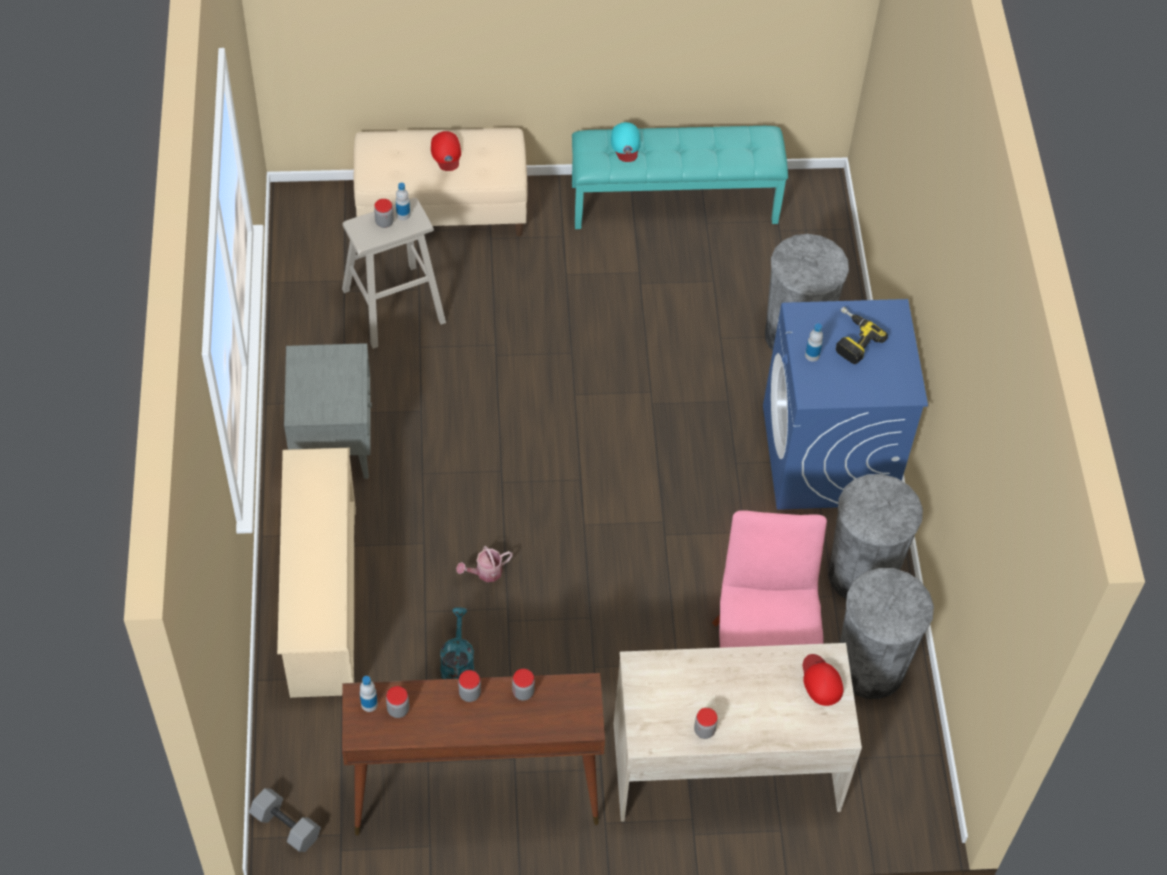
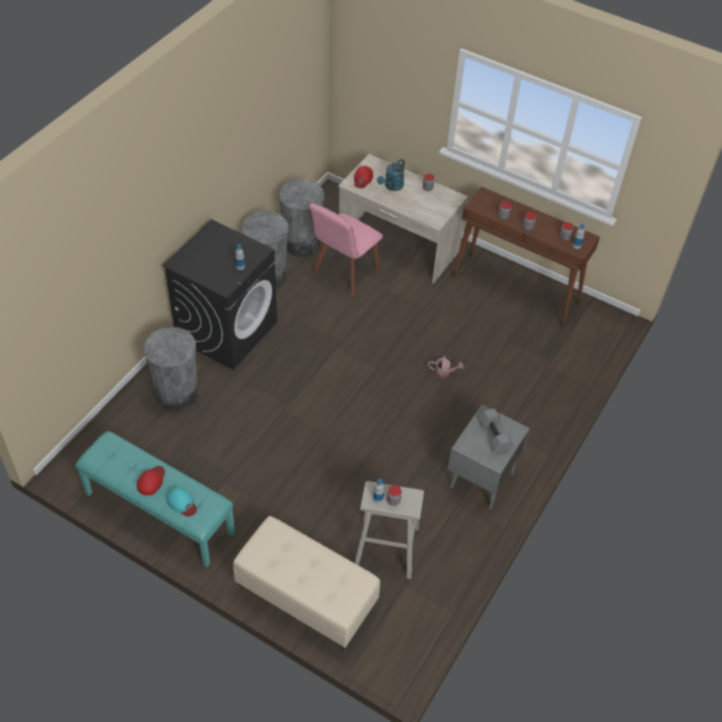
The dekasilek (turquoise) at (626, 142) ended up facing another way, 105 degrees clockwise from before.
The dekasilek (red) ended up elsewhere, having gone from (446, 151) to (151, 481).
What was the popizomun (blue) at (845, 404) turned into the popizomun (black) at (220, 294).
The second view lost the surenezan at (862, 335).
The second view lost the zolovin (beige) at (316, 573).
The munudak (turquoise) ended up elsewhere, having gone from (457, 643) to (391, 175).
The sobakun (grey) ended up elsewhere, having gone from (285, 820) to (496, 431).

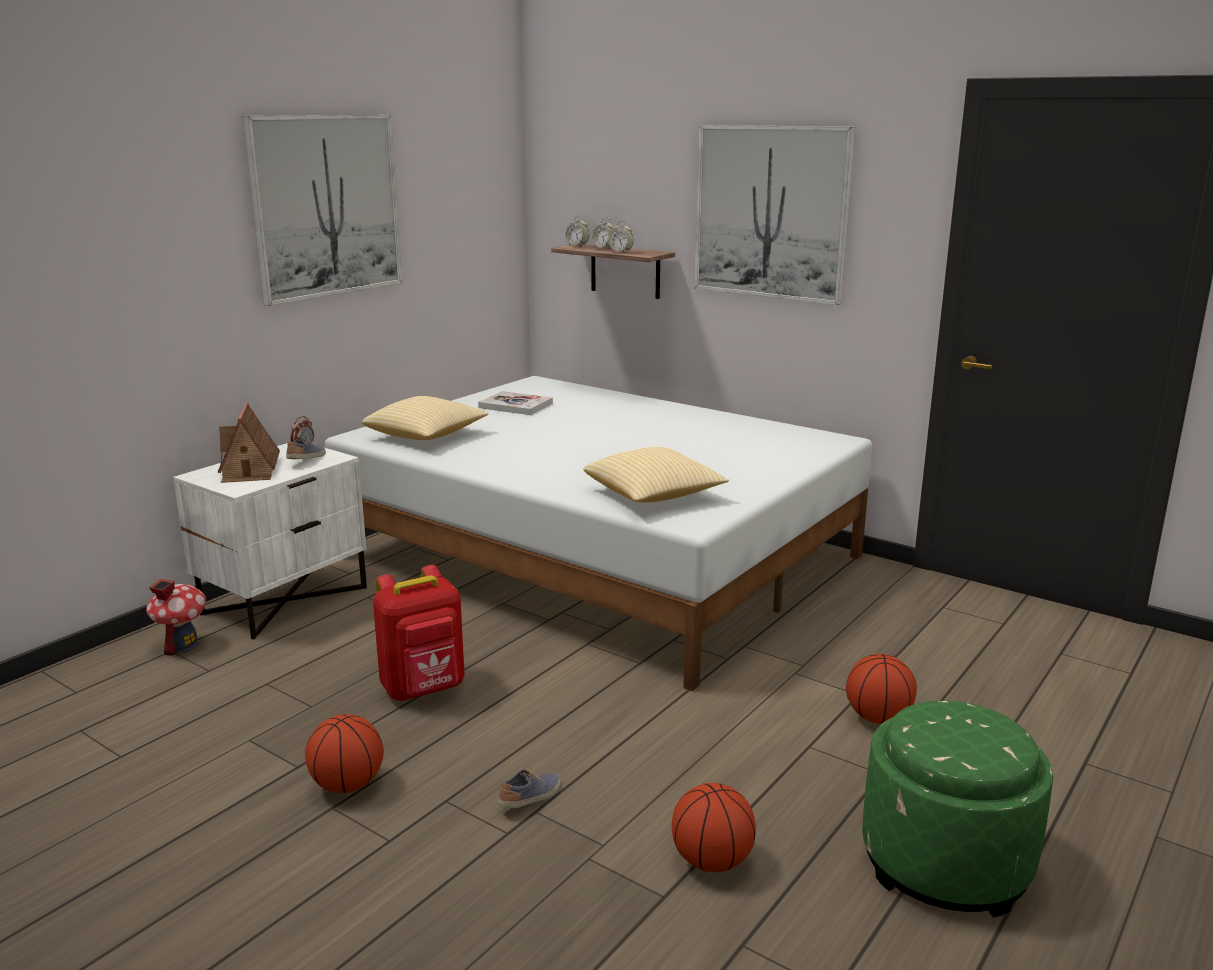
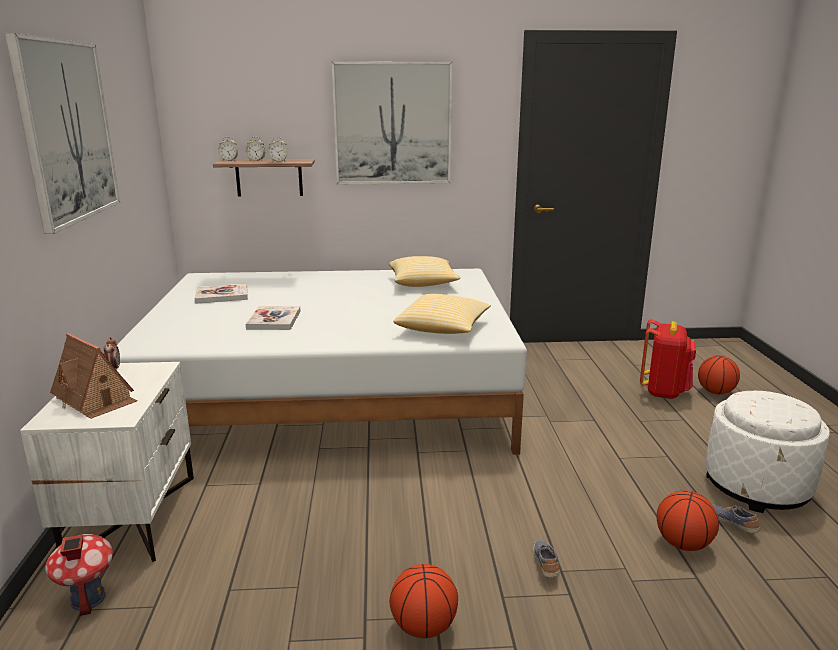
The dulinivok ended up elsewhere, having gone from (425, 418) to (424, 271).
The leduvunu ended up elsewhere, having gone from (306, 448) to (736, 518).
The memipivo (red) ended up elsewhere, having gone from (418, 633) to (668, 359).
The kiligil ended up elsewhere, having gone from (881, 689) to (719, 374).
What was the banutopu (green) at (957, 809) turned into the banutopu (white) at (768, 452).
The second view gained the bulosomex at (273, 318).

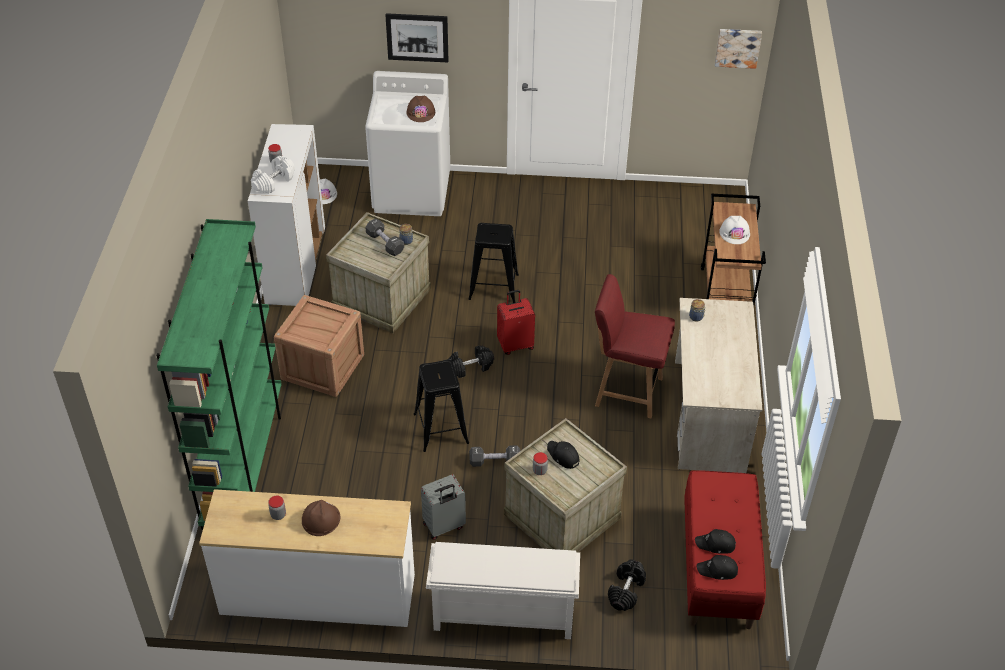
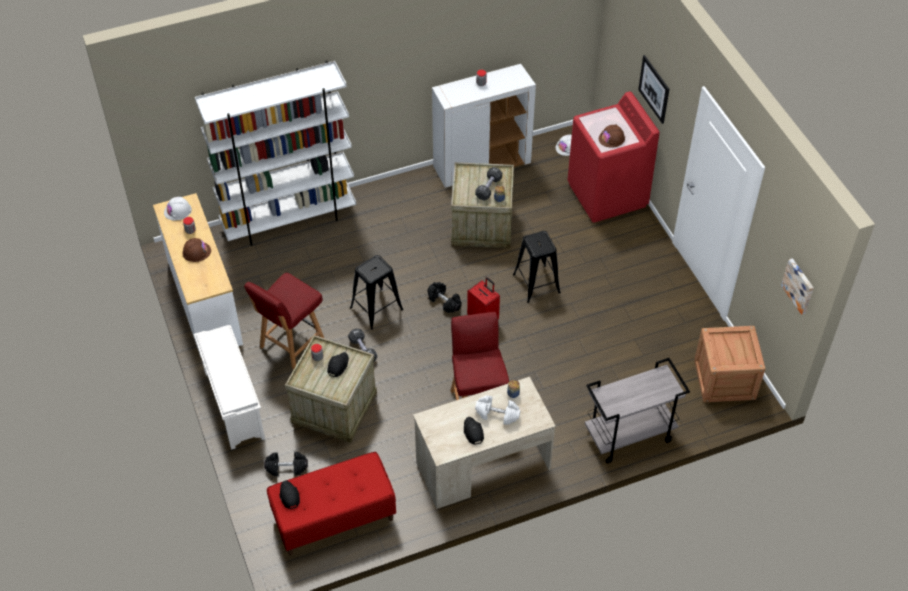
What was the popizomun (white) at (407, 143) turned into the popizomun (red) at (613, 157).
The sobakun (white) ended up elsewhere, having gone from (273, 175) to (497, 410).
What was the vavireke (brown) at (733, 249) turned into the vavireke (grey) at (637, 411).
The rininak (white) ended up elsewhere, having gone from (734, 230) to (178, 209).
What was the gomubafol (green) at (219, 374) turned into the gomubafol (white) at (275, 153).
The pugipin ended up elsewhere, having gone from (319, 346) to (730, 364).
Where the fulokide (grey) stood at (443, 507), the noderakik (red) came to stand at (284, 321).
The dekasilek (black) ended up elsewhere, having gone from (715, 541) to (474, 431).

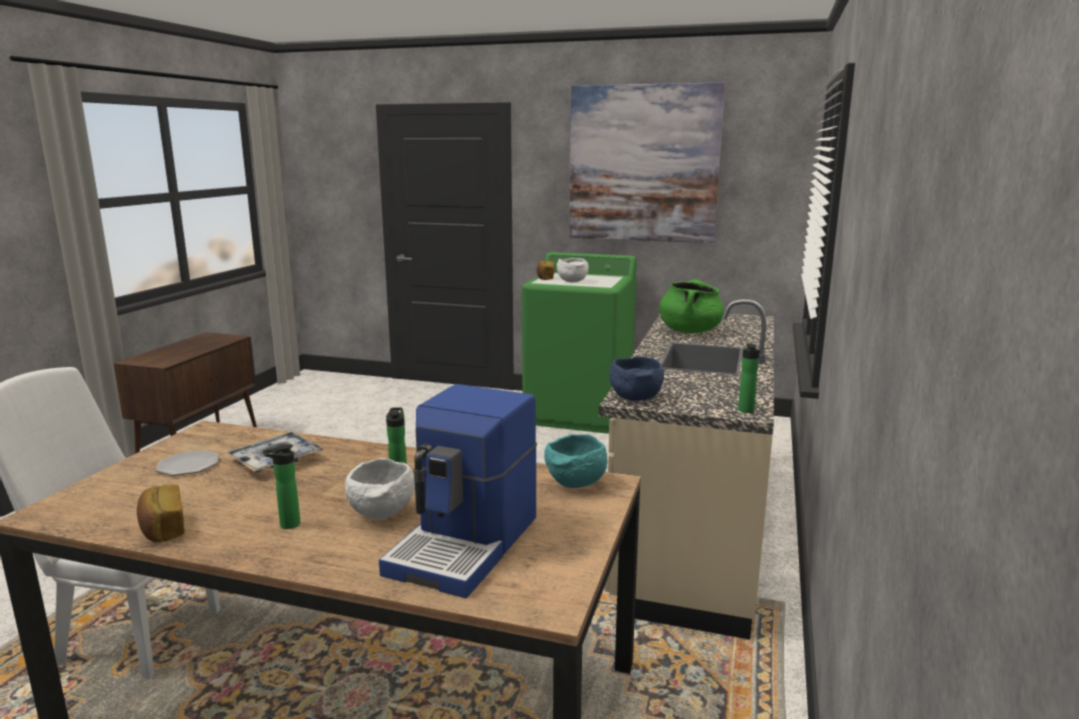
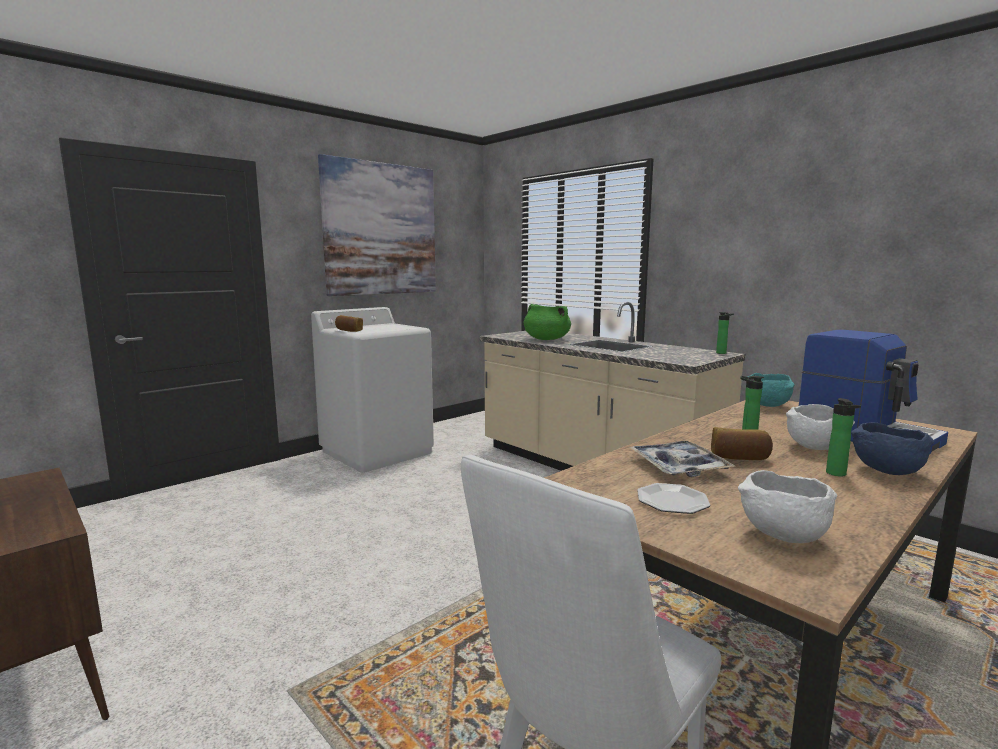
What was the popizomun (green) at (579, 343) turned into the popizomun (white) at (372, 390).
The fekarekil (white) ended up elsewhere, having gone from (573, 270) to (787, 506).
The fekarekil (blue) ended up elsewhere, having gone from (636, 378) to (892, 448).
The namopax ended up elsewhere, having gone from (161, 513) to (742, 443).

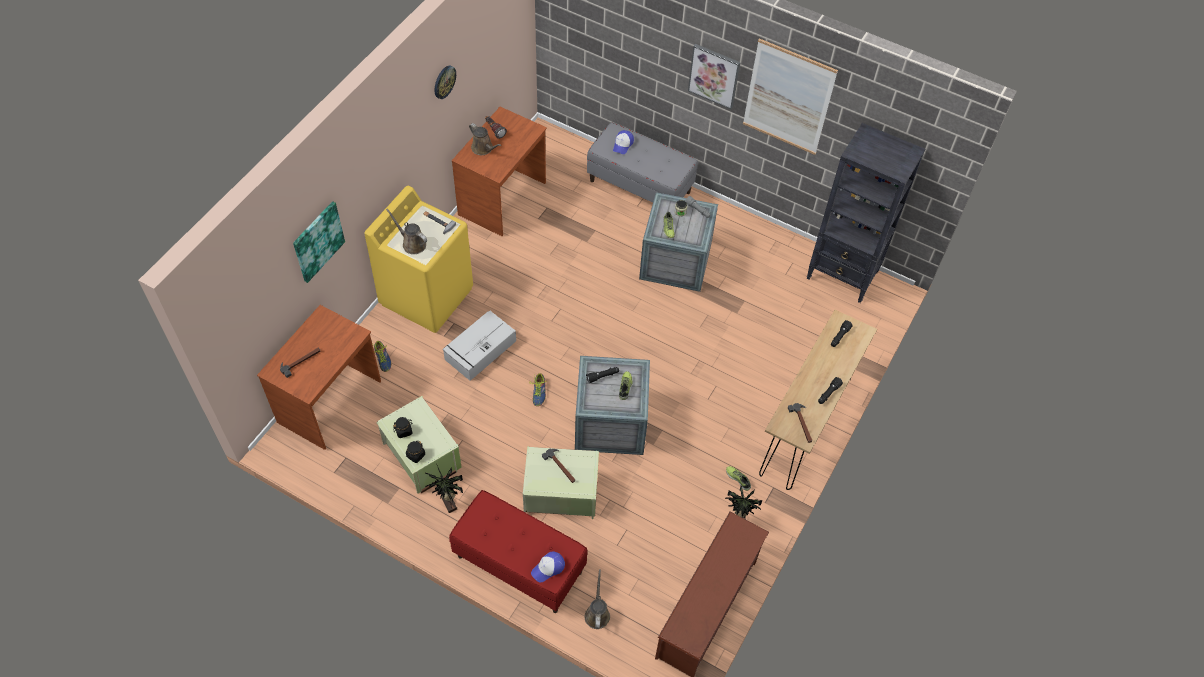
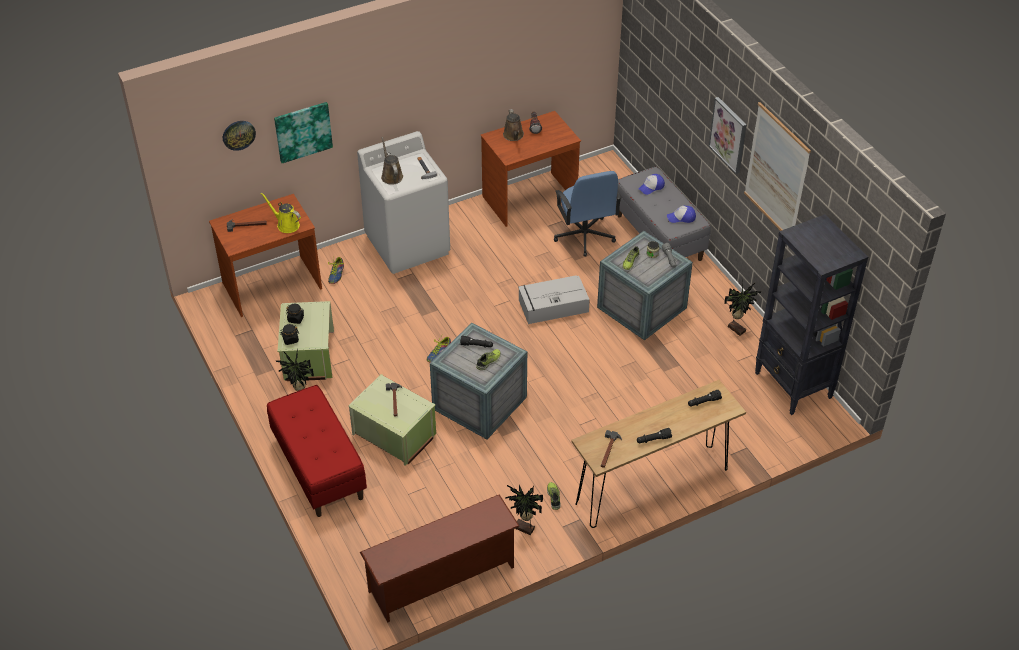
The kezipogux ended up elsewhere, having gone from (445, 82) to (239, 136).
What was the popizomun (yellow) at (418, 259) turned into the popizomun (white) at (403, 202).
The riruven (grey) ended up elsewhere, having gone from (479, 346) to (554, 299).
The dekasilek ended up elsewhere, having gone from (548, 567) to (681, 214).
The second view lost the munudak (brown) at (597, 599).
The second view gained the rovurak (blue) at (588, 214).
The second view gained the munudak (yellow) at (281, 212).
The second view gained the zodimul at (742, 307).

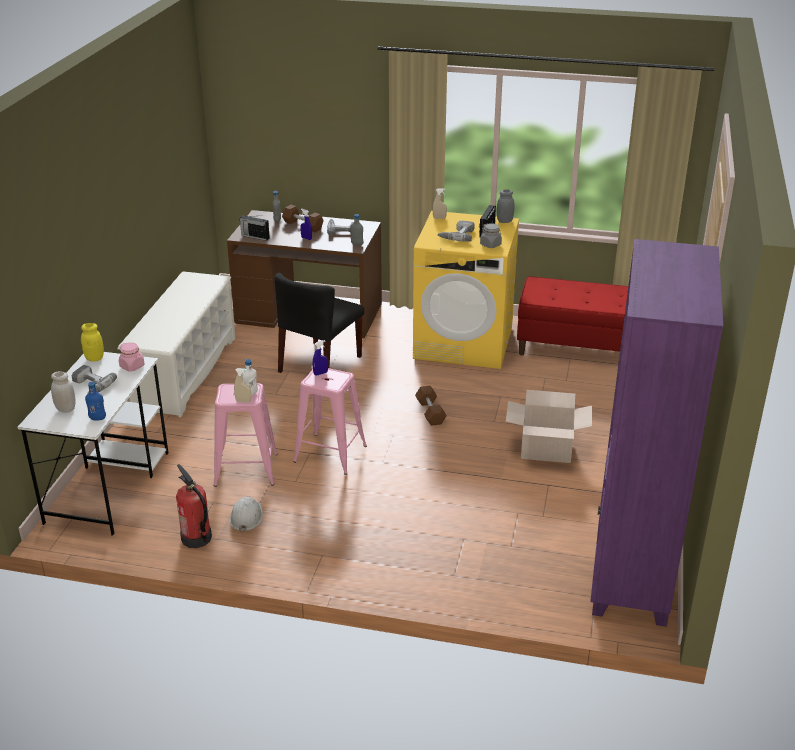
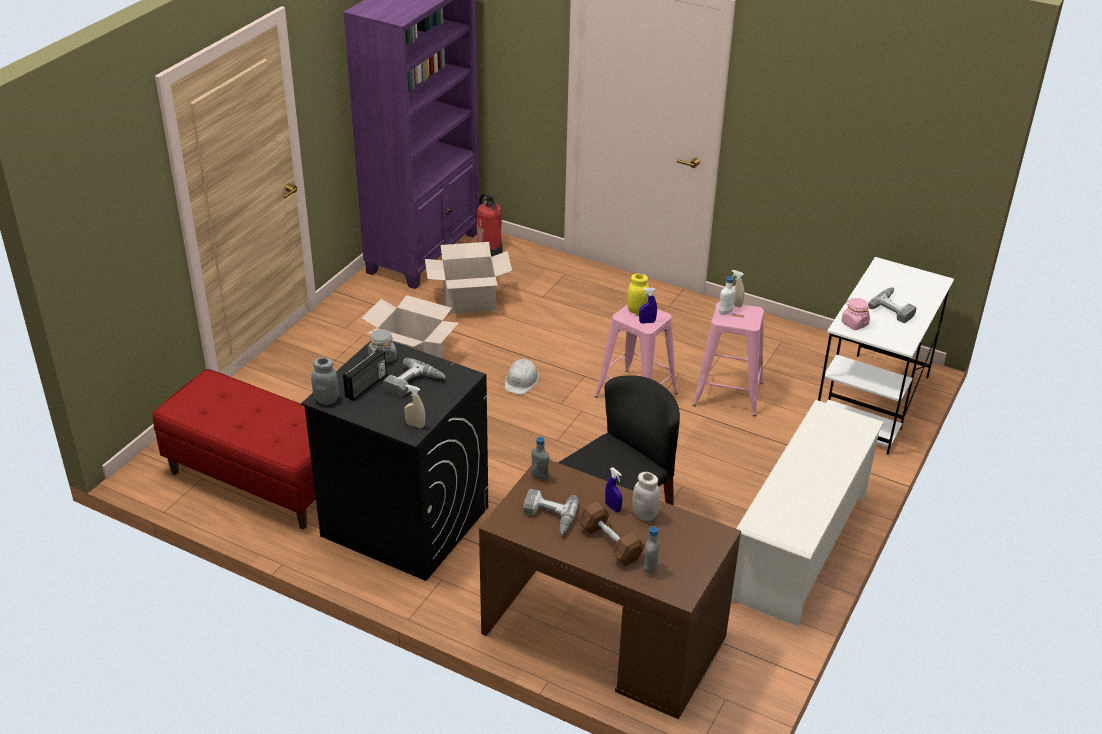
What was the popizomun (yellow) at (466, 290) turned into the popizomun (black) at (394, 461).
The second view lost the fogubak at (255, 228).
The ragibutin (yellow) ended up elsewhere, having gone from (92, 342) to (638, 294).
The ragibutin (white) ended up elsewhere, having gone from (63, 392) to (646, 496).
The second view lost the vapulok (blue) at (95, 401).
The second view lost the sobakun (brown) at (430, 406).
The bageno ended up elsewhere, having gone from (194, 506) to (490, 225).
The rininak (white) ended up elsewhere, having gone from (246, 514) to (521, 377).
The second view gained the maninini at (468, 278).

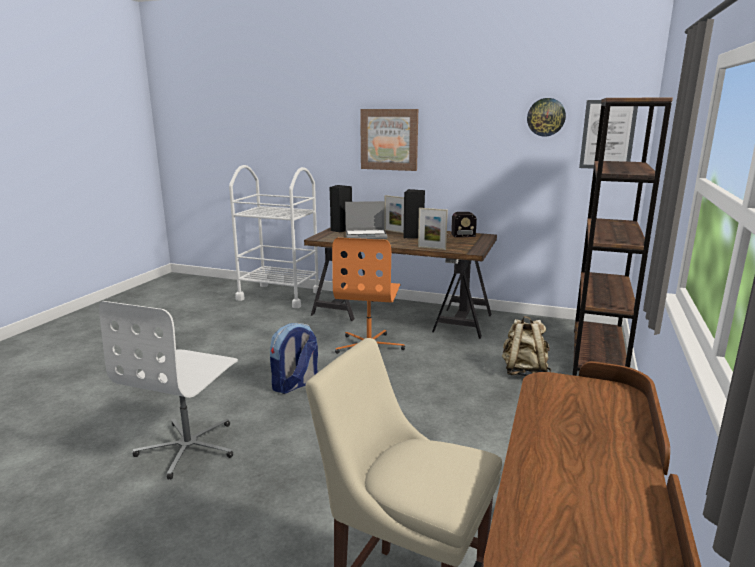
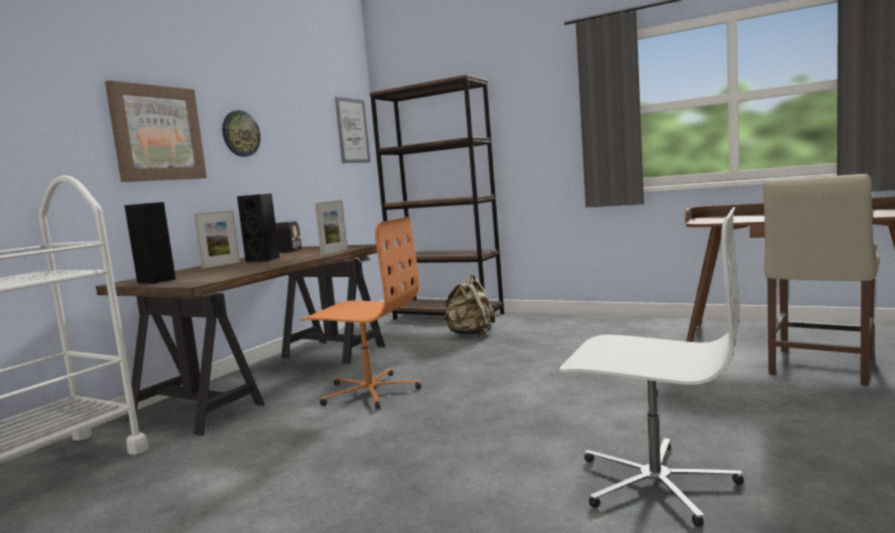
The kezipogux ended up elsewhere, having gone from (546, 117) to (241, 133).
The second view lost the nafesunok at (366, 220).
The second view lost the memipivo at (294, 358).

